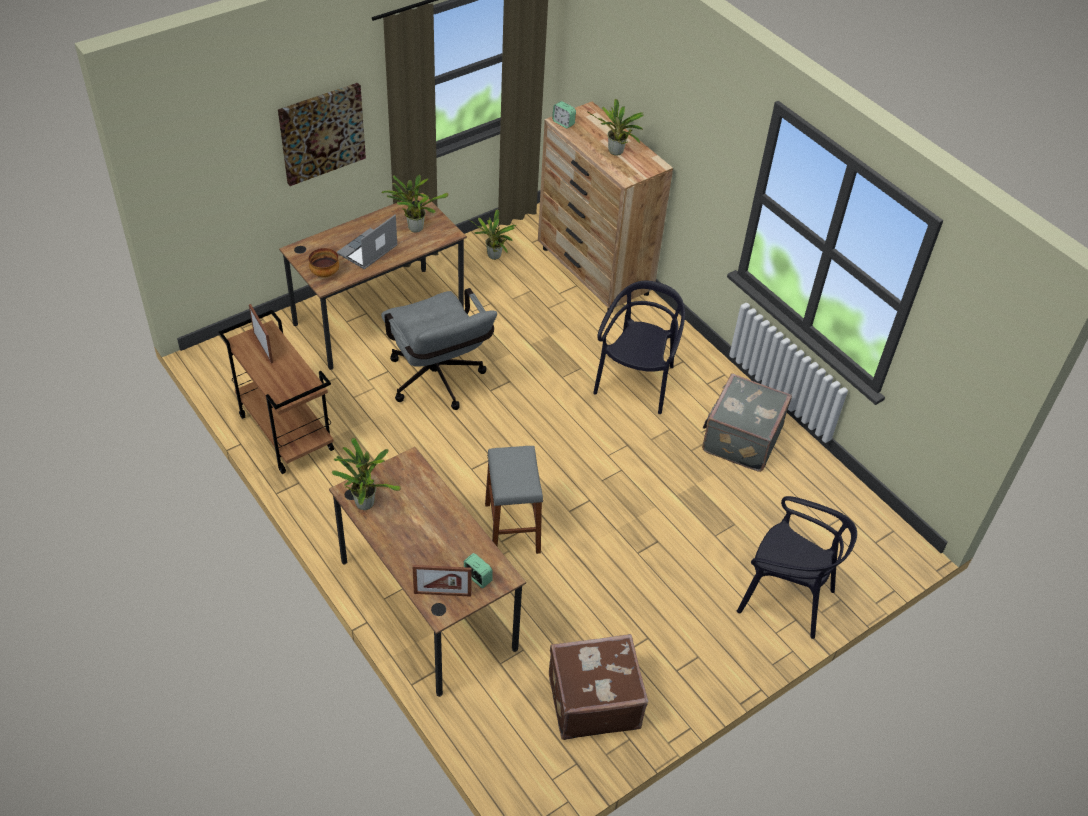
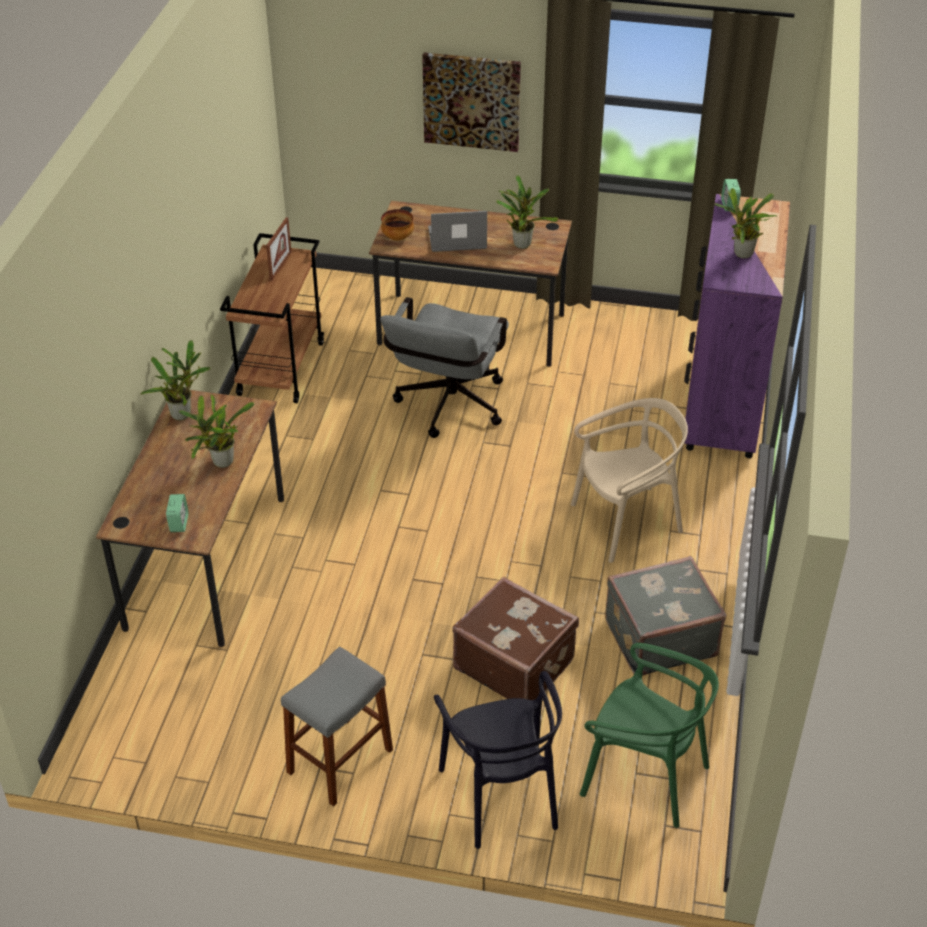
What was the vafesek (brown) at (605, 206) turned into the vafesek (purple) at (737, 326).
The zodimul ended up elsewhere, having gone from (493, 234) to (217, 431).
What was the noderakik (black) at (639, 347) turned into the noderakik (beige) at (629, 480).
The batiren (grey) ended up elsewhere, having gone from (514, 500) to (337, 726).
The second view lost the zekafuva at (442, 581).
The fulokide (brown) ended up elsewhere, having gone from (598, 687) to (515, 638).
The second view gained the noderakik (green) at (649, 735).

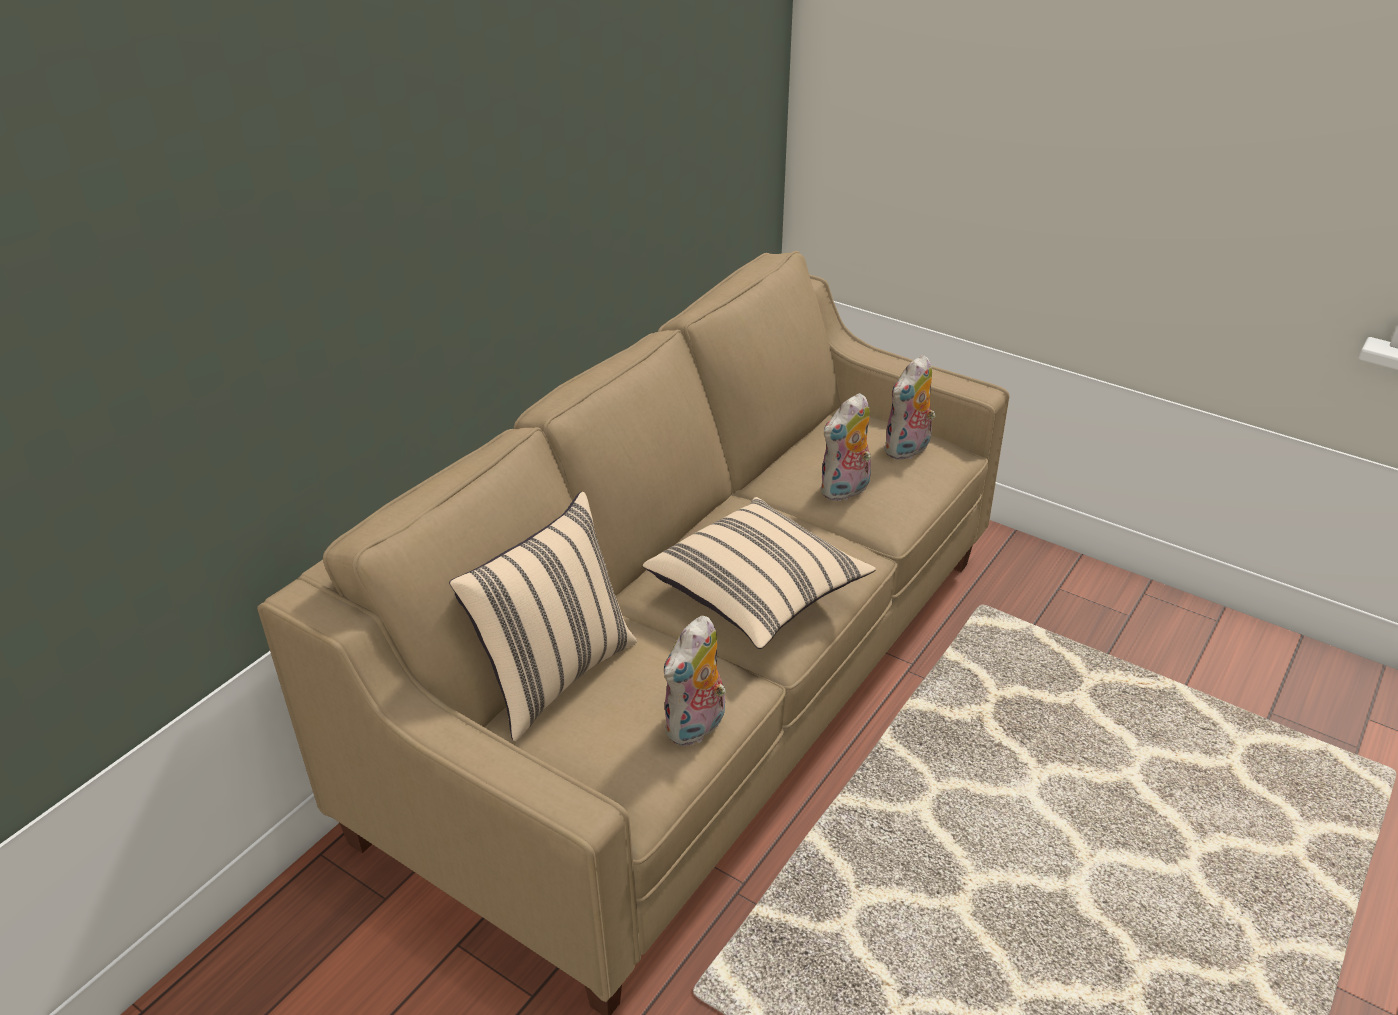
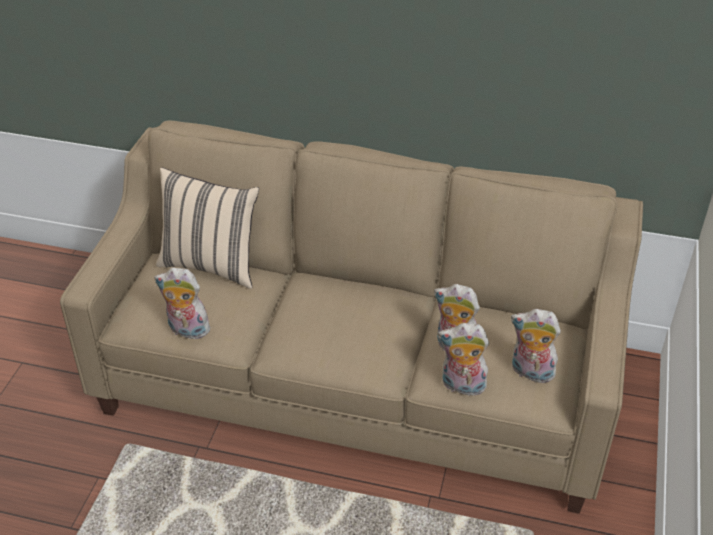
The second view lost the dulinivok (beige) at (759, 573).
The second view gained the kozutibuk at (463, 361).

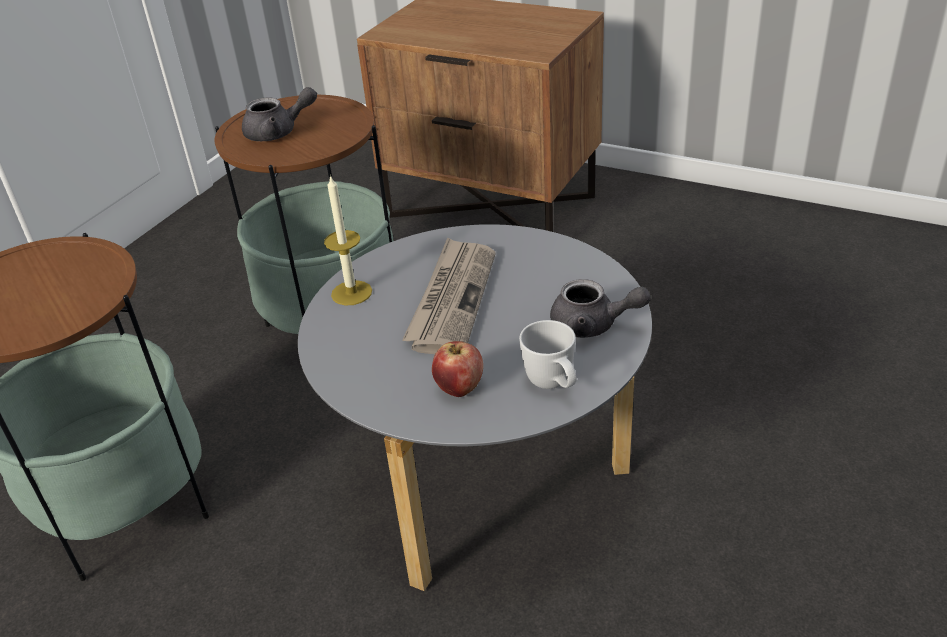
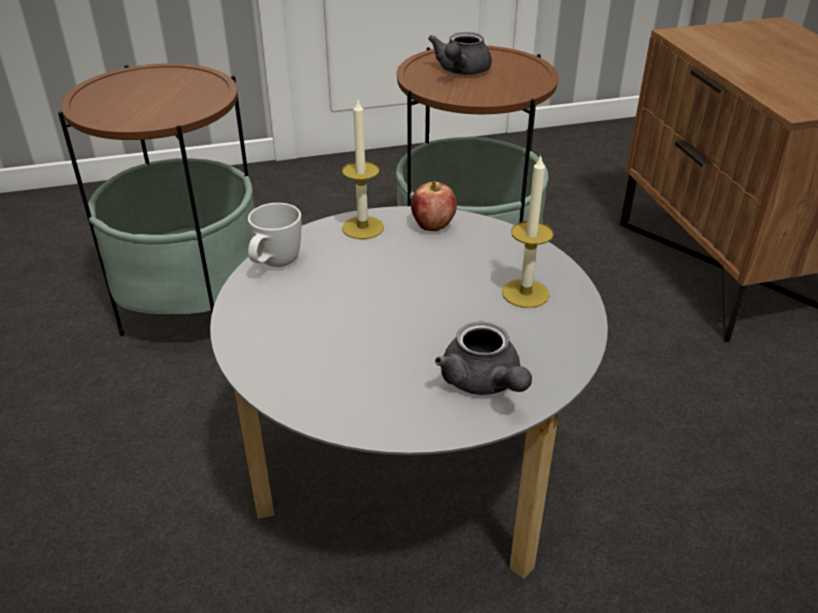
The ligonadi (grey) at (279, 114) ended up facing another way, 75 degrees clockwise from before.
The second view lost the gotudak at (449, 295).
The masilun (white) ended up elsewhere, having gone from (547, 354) to (274, 235).
The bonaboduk ended up elsewhere, having gone from (457, 369) to (434, 206).
The second view gained the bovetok at (528, 231).

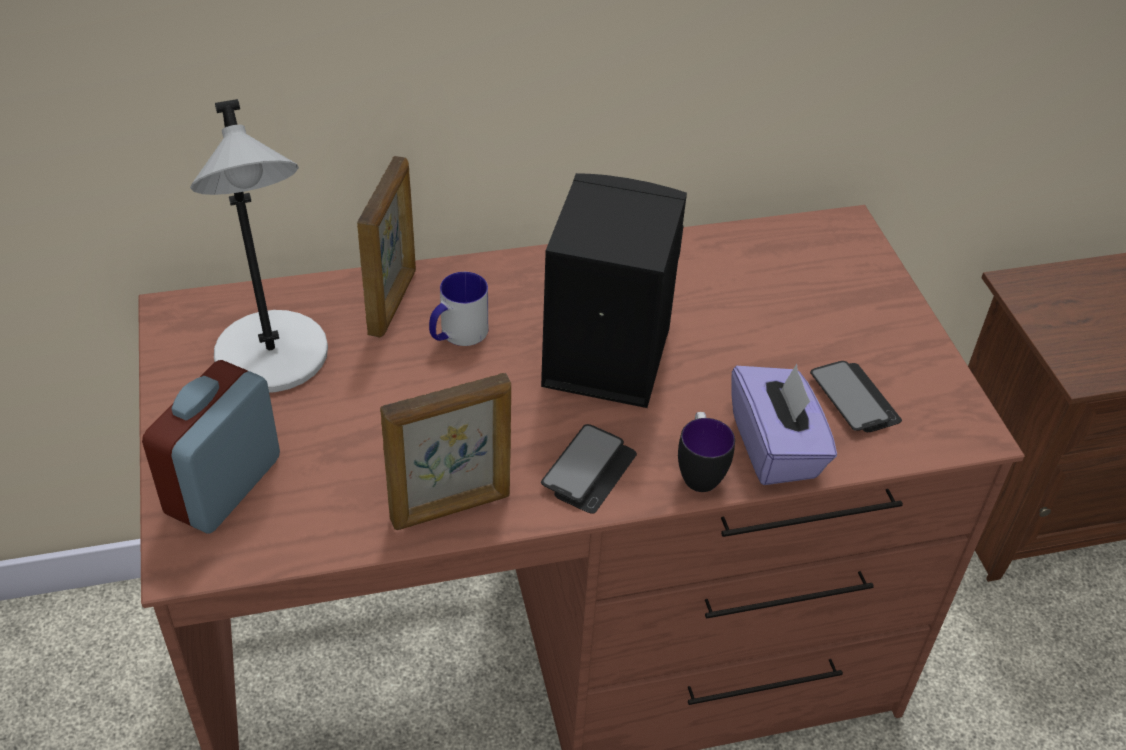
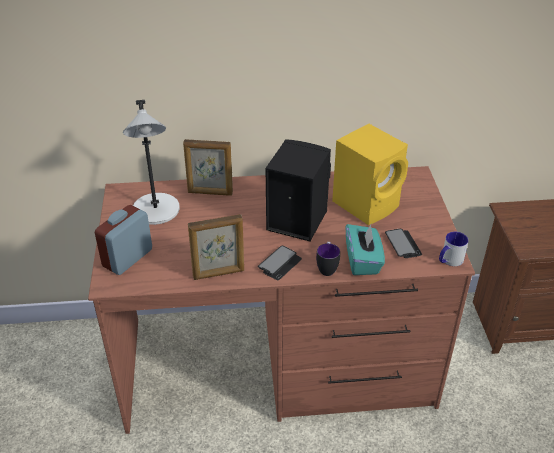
The zekafuva at (386, 247) ended up facing another way, 75 degrees clockwise from before.
The masilun ended up elsewhere, having gone from (458, 309) to (454, 249).
What was the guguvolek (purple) at (784, 424) turned into the guguvolek (turquoise) at (365, 249).
The second view gained the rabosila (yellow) at (370, 174).

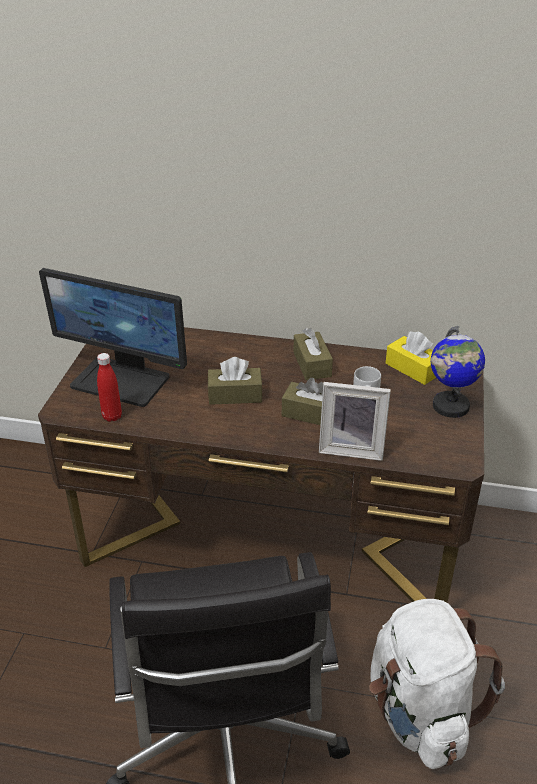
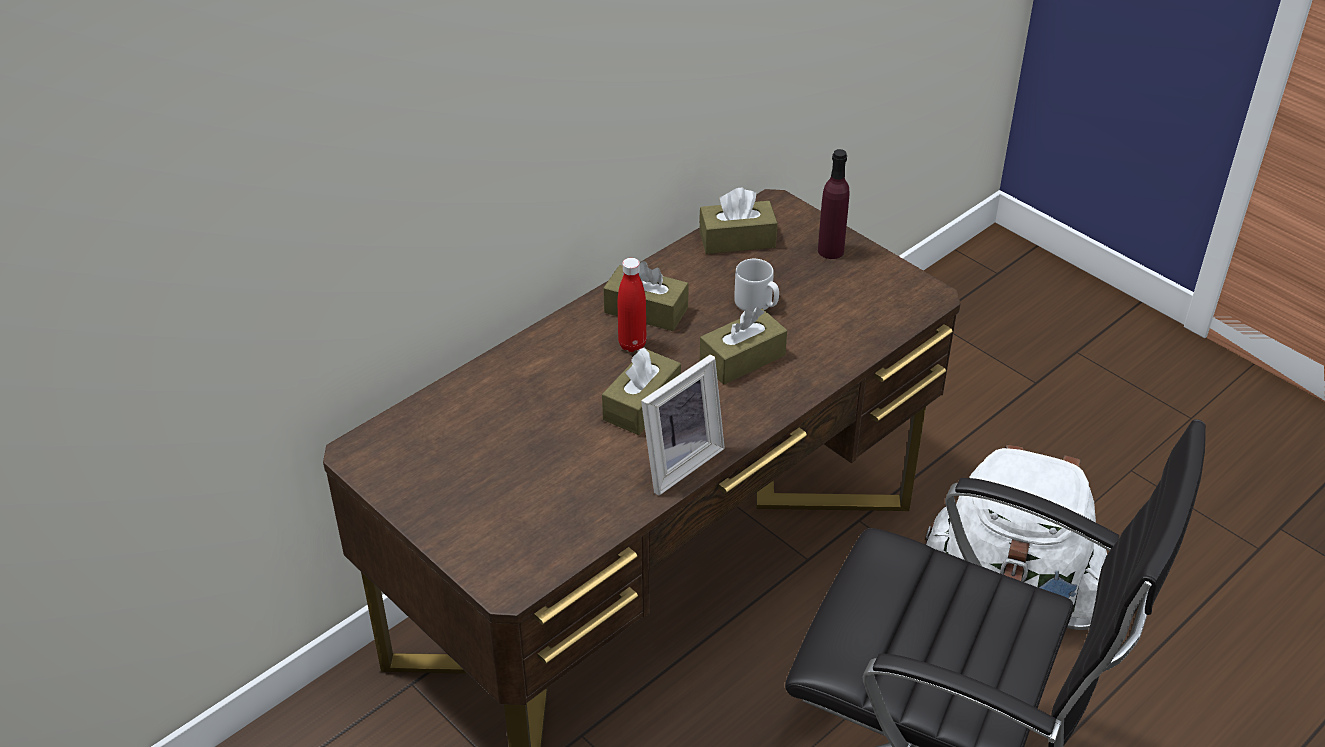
The second view lost the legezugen at (113, 337).
Where the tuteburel stood at (458, 372), the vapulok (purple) came to stand at (834, 204).
What was the guguvolek (yellow) at (411, 358) turned into the guguvolek (brown) at (738, 220).
The vapulok (red) ended up elsewhere, having gone from (109, 387) to (632, 305).
The zekafuva ended up elsewhere, having gone from (355, 421) to (683, 425).

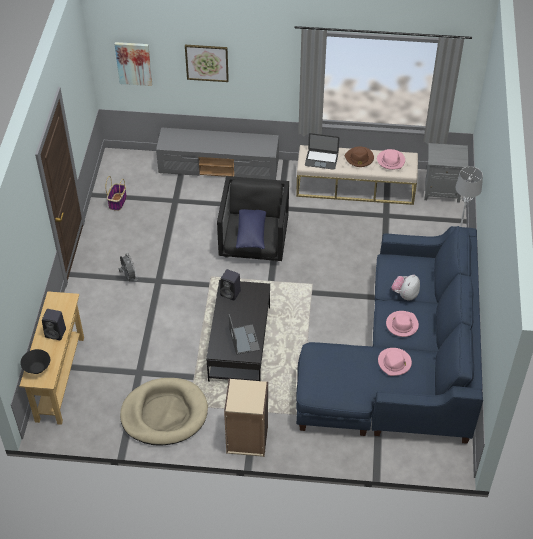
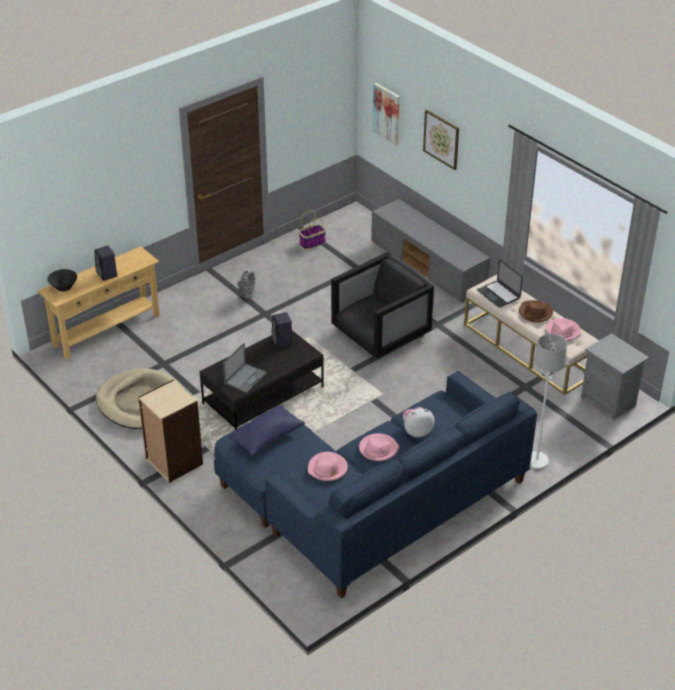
The dulinivok (blue) ended up elsewhere, having gone from (251, 229) to (266, 430).

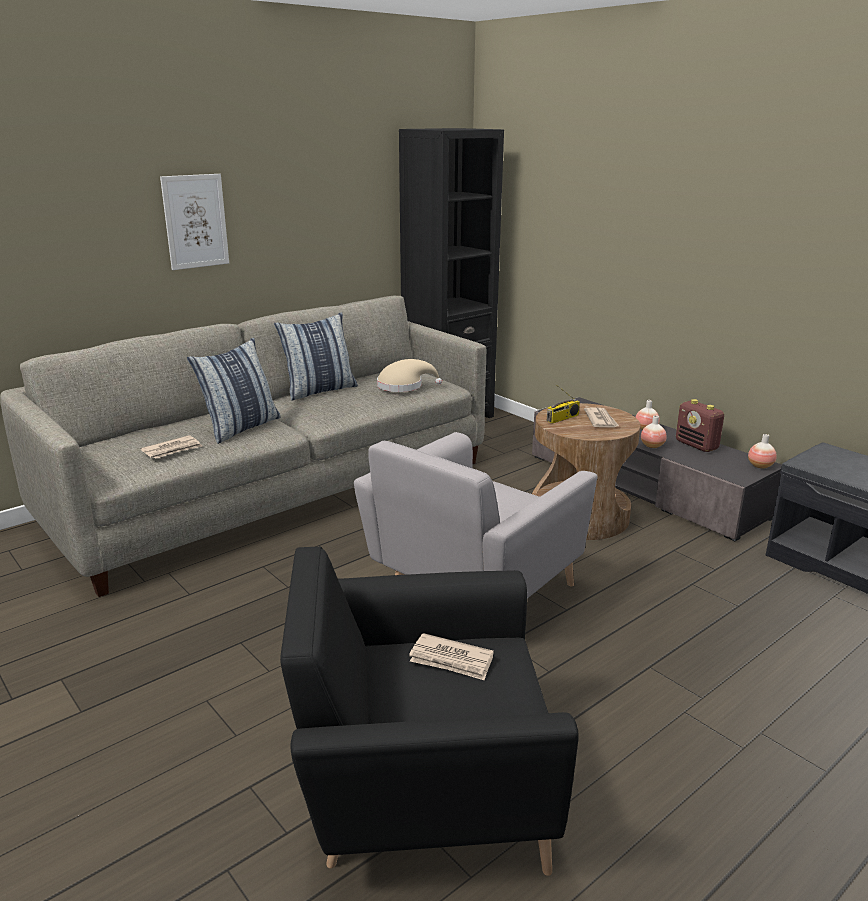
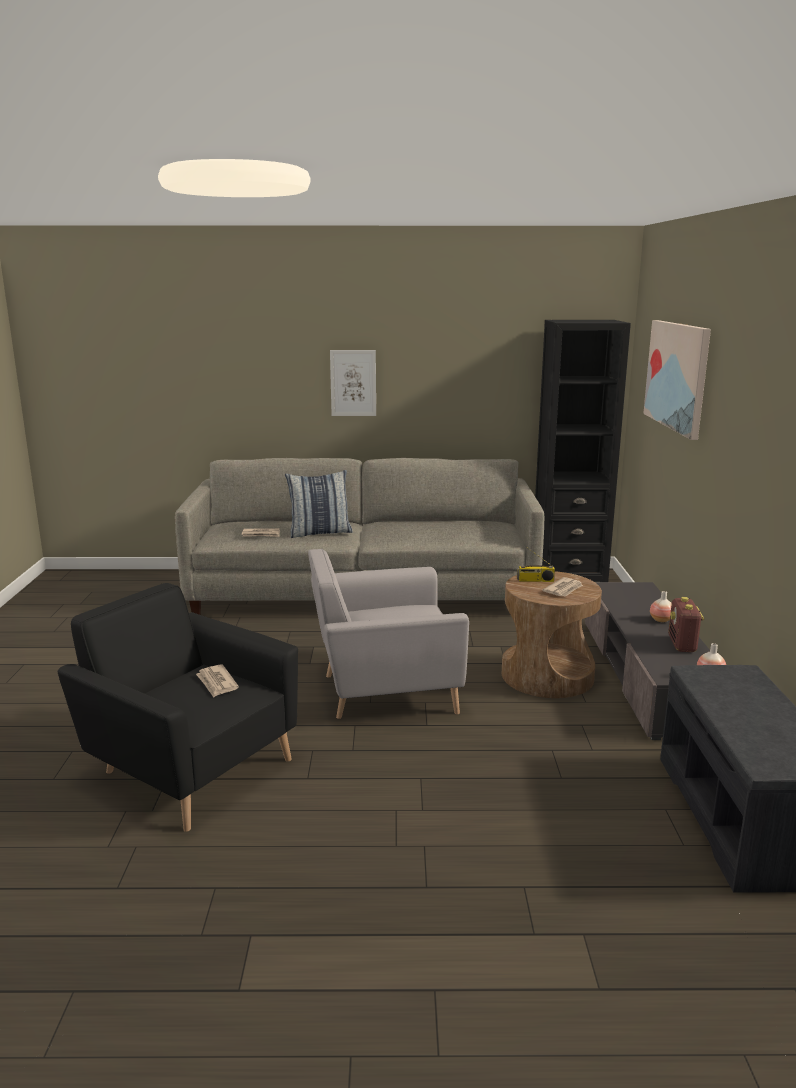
The second view lost the dulinivok at (316, 357).
The second view lost the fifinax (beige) at (409, 375).
The second view lost the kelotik at (654, 431).
The second view gained the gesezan at (677, 380).

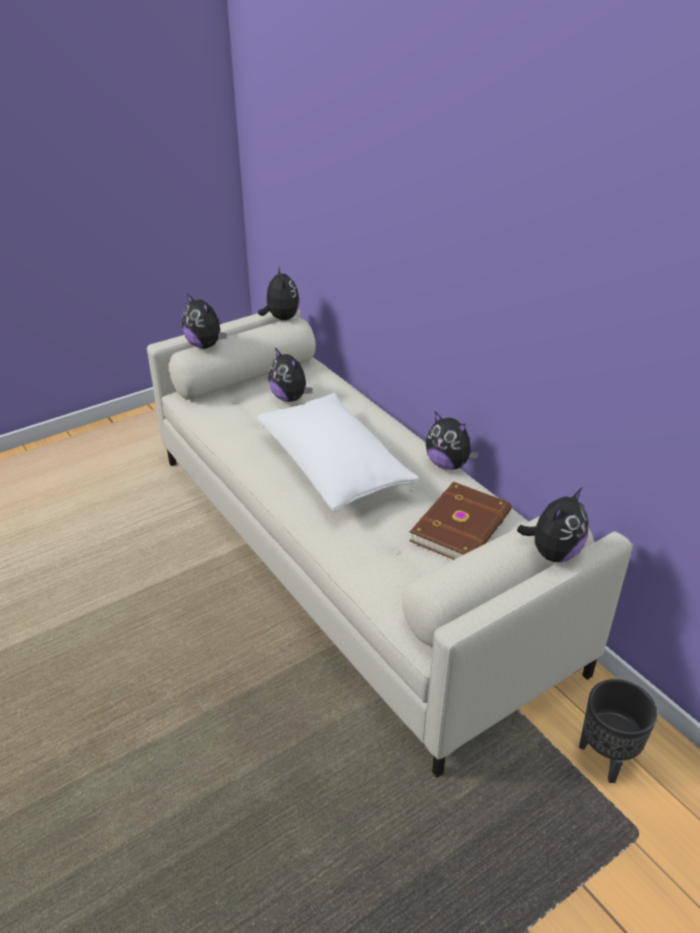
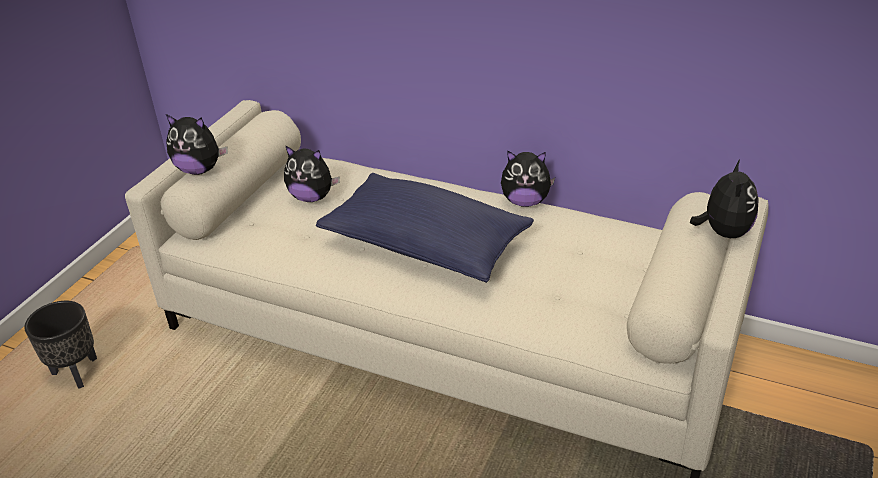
The second view lost the kozutibuk at (278, 293).
What was the dulinivok (white) at (338, 452) turned into the dulinivok (blue) at (425, 228).
The second view lost the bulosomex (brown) at (460, 520).
The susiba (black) ended up elsewhere, having gone from (618, 731) to (60, 345).

